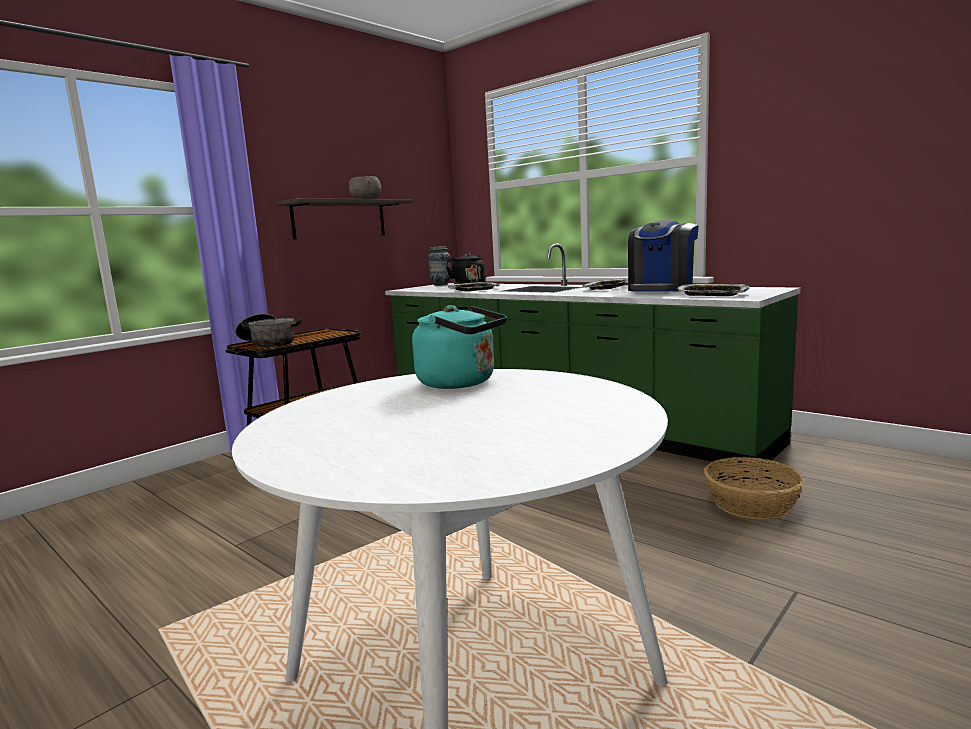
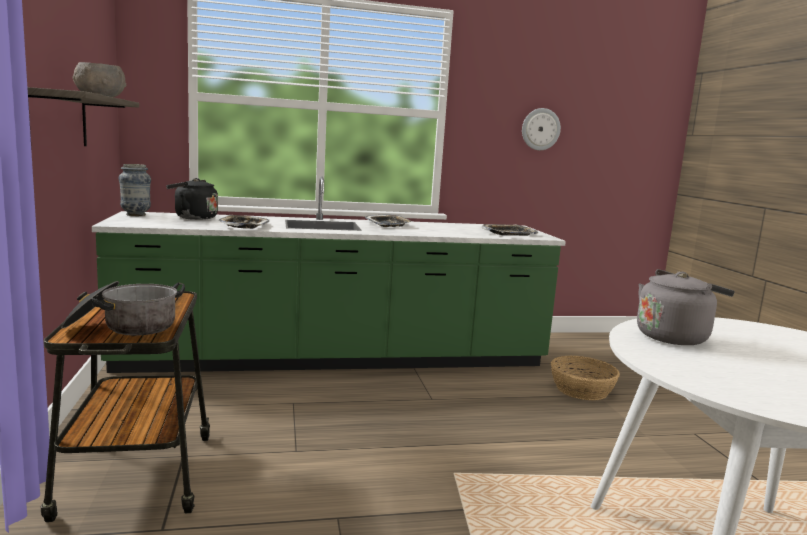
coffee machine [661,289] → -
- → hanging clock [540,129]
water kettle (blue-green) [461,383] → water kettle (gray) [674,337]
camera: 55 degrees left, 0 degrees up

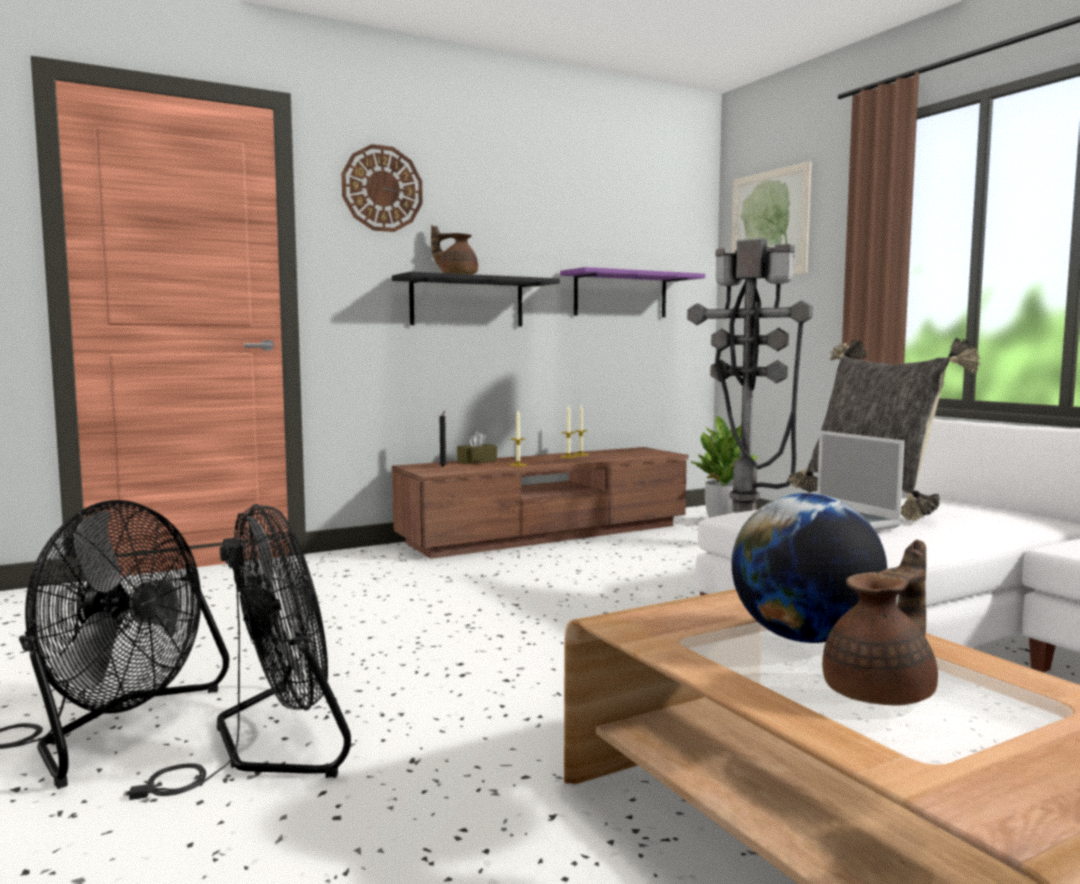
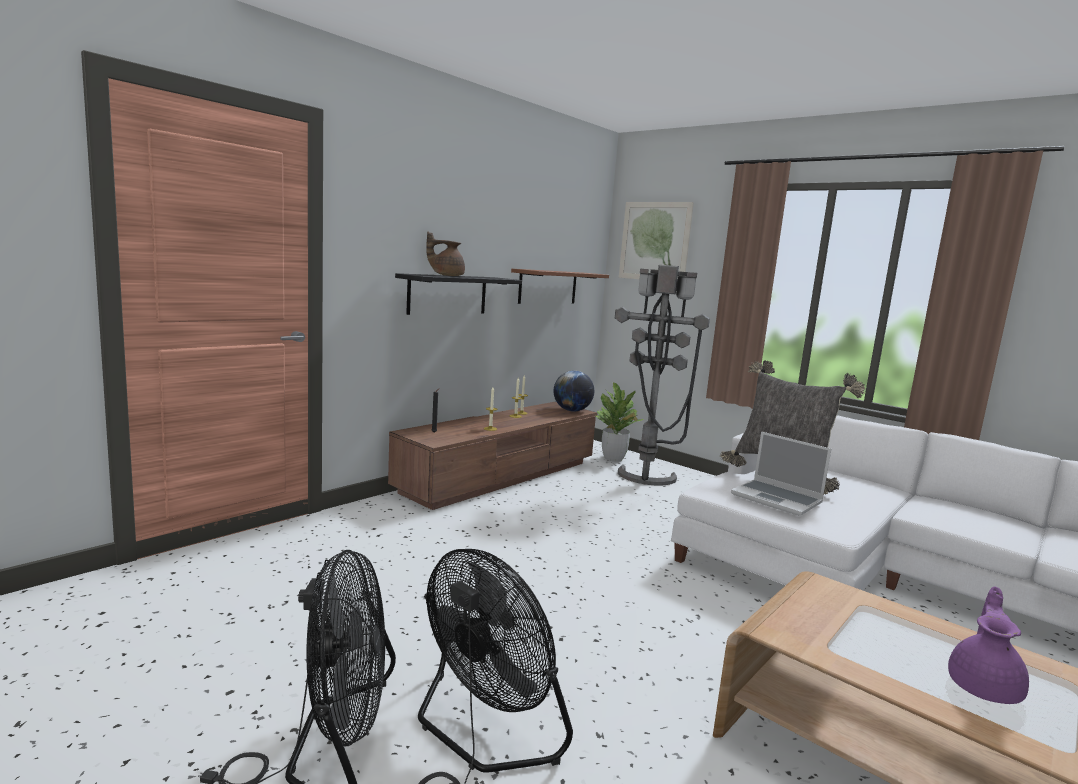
hanging clock [382,188] → -
box of tissues (brown-coloured) [477,461] → -
globe [805,638] → globe [572,410], moved
wall shelf (purple-coloured) [620,295] → wall shelf (brown-coloured) [548,287]
pot for tea (brown-coloured) [882,693] → pot for tea (purple-coloured) [984,687]
camera: 20 degrees left, 5 degrees up

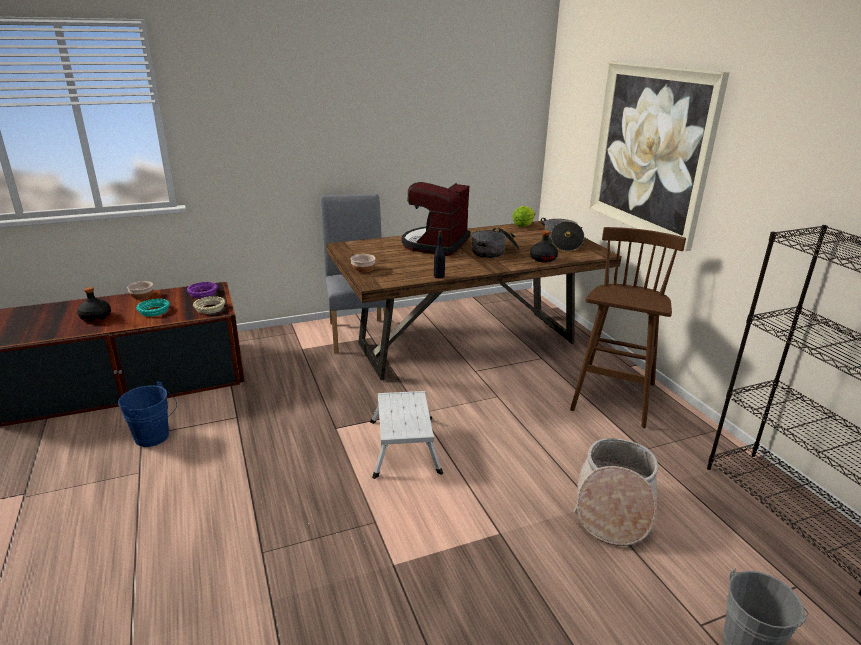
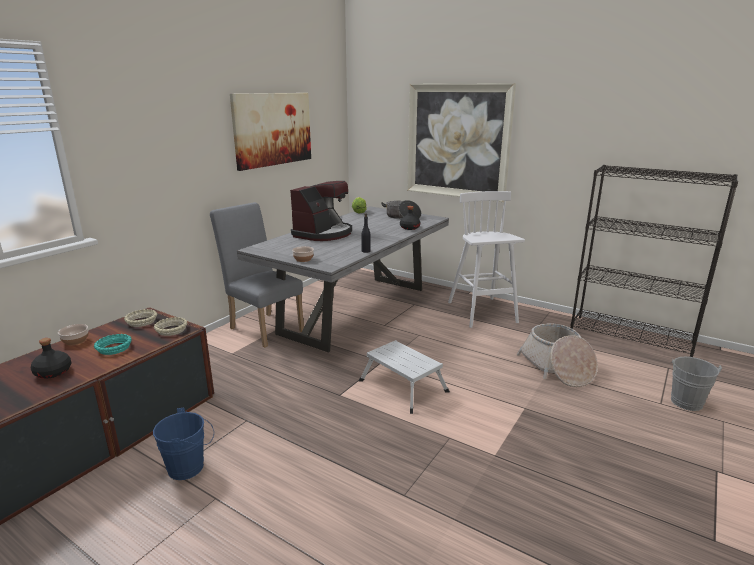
cooking pot [495,252] → -
- → wall art [273,129]
deep dish (purple-coloured) [203,293] → deep dish (beige) [141,321]
dining table (brown-coloured) [467,343] → dining table (gray) [356,310]
stool (brown-coloured) [613,398] → stool (whitish) [482,313]
coffee machine [435,244] → coffee machine [323,234], 135 degrees counterclockwise
camera: 35 degrees left, 5 degrees down

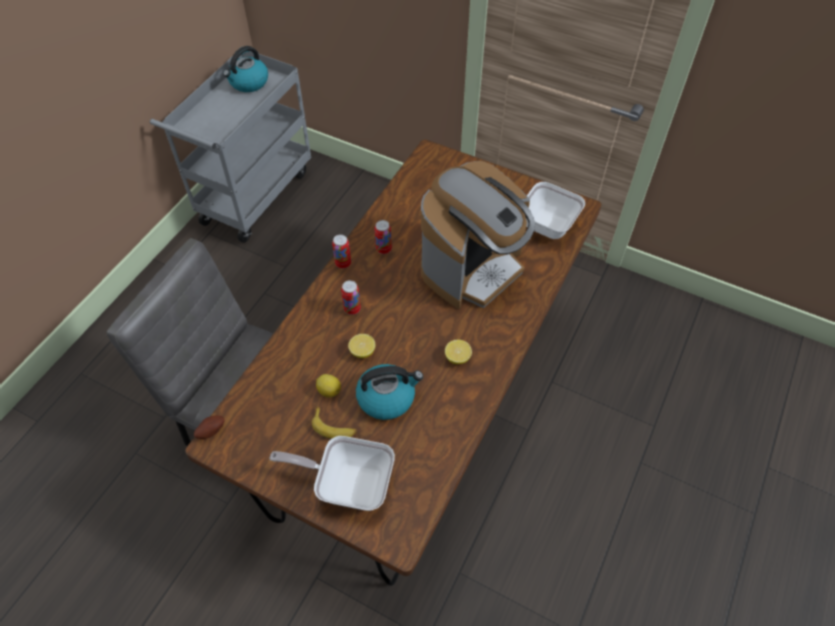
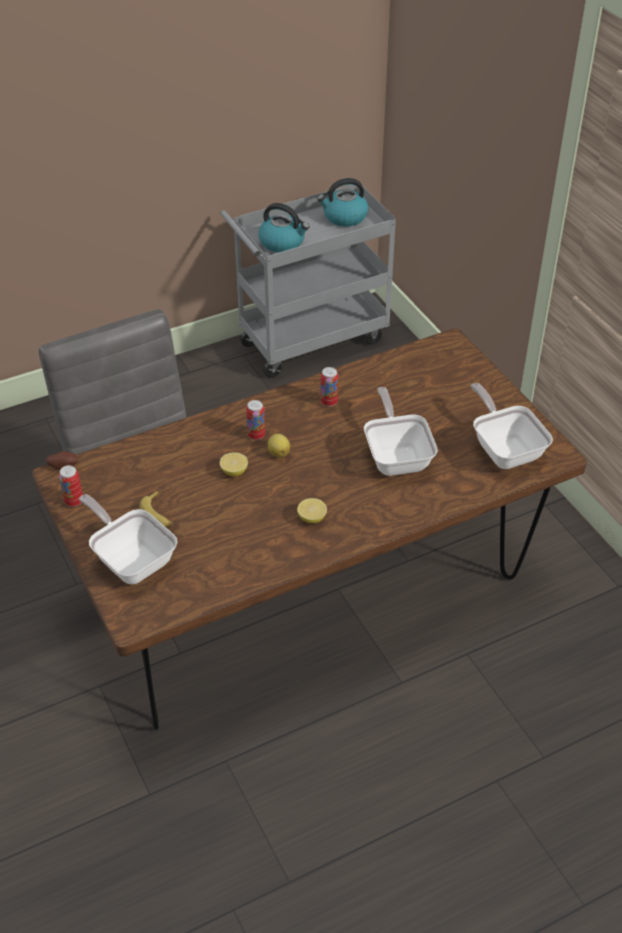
whole lemon [328,390] → whole lemon [279,453], moved
metal can [343,263] → metal can [74,501], moved
water kettle [387,397] → water kettle [282,242], moved
coffee machine [473,268] → skillet [397,456]
camera: 35 degrees right, 10 degrees down

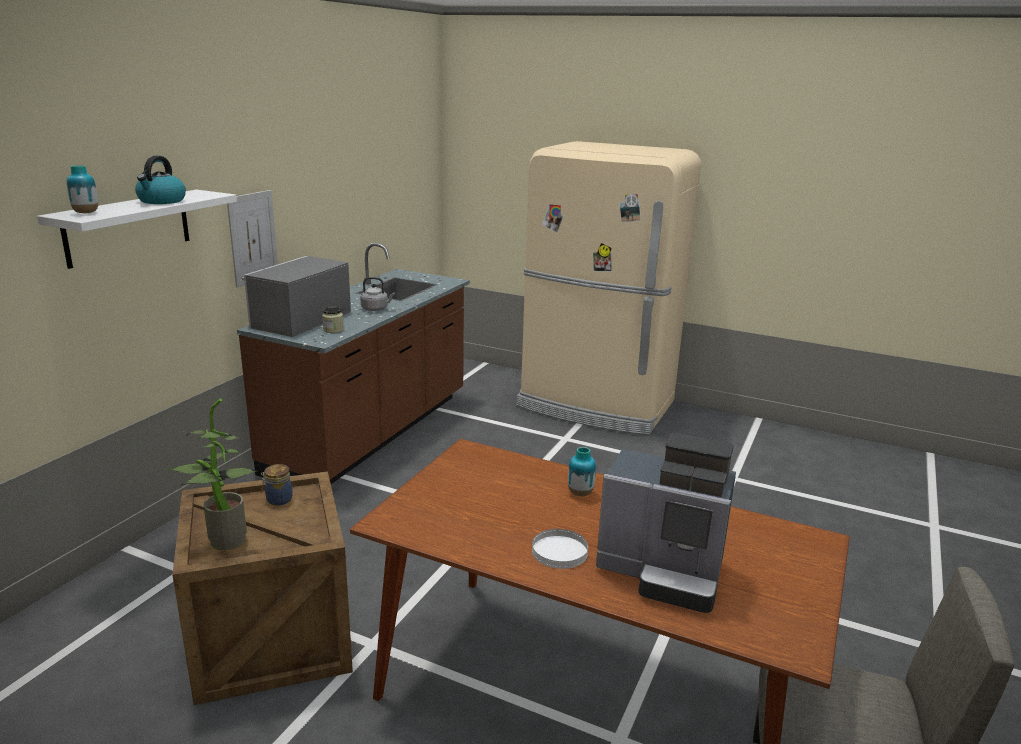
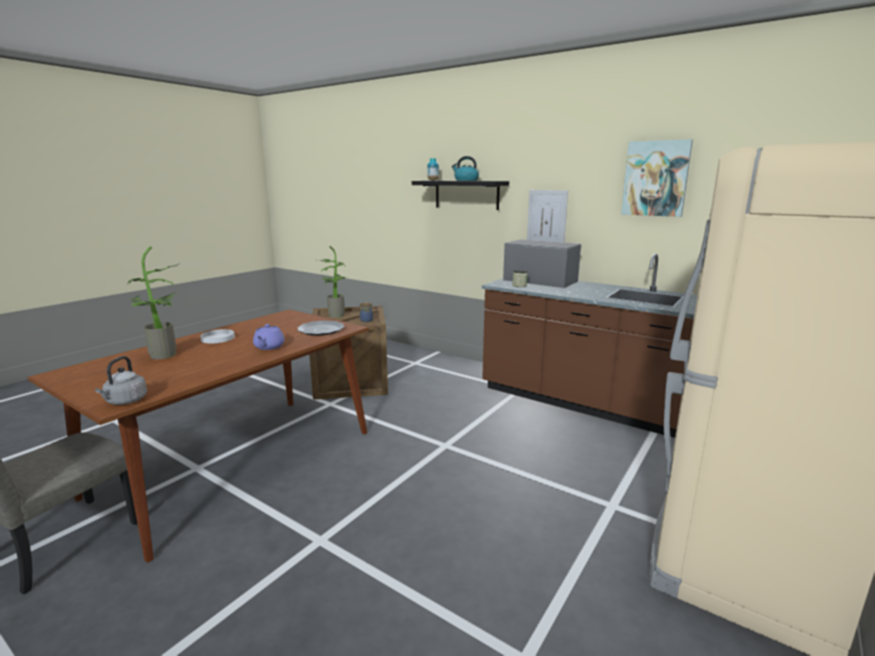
- → plate [321,330]
- → wall art [655,178]
water kettle (gray) [376,309] → water kettle (gray) [125,401], moved
vase [580,493] → pot for tea (purple-coloured) [269,347]
coffee machine [664,573] → houseplant [164,356]
wall shelf (whitish) [128,227] → wall shelf (black) [466,194]
camera: 100 degrees right, 5 degrees down

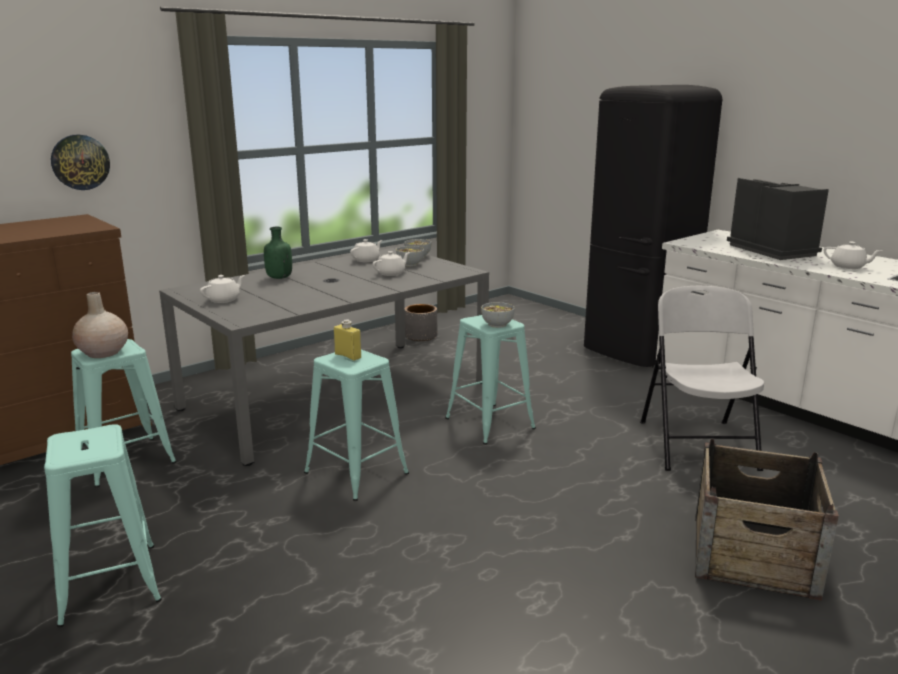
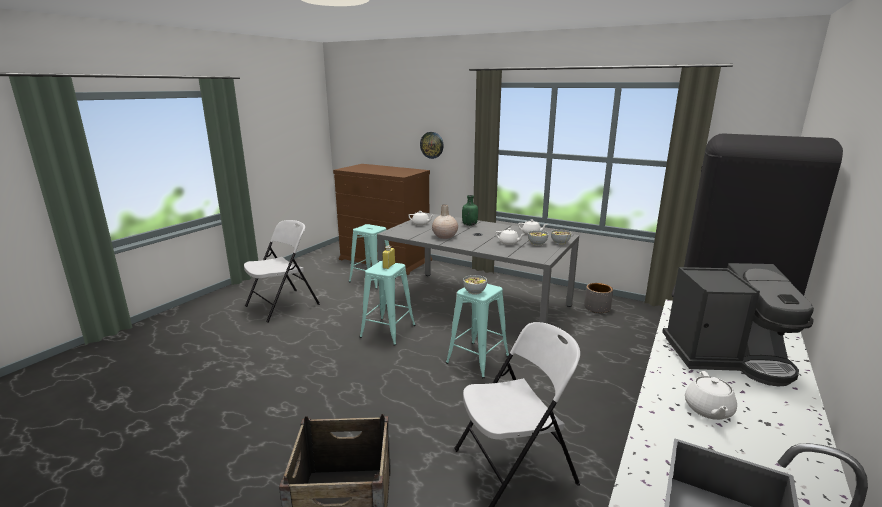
vase (beige) [103,353] → vase (beige) [444,236], moved
stool (blue-green) [109,583] → upright chair (whitish) [282,305]
coffee machine [772,250] → coffee machine [727,357], 45 degrees clockwise
camera: 70 degrees right, 0 degrees up

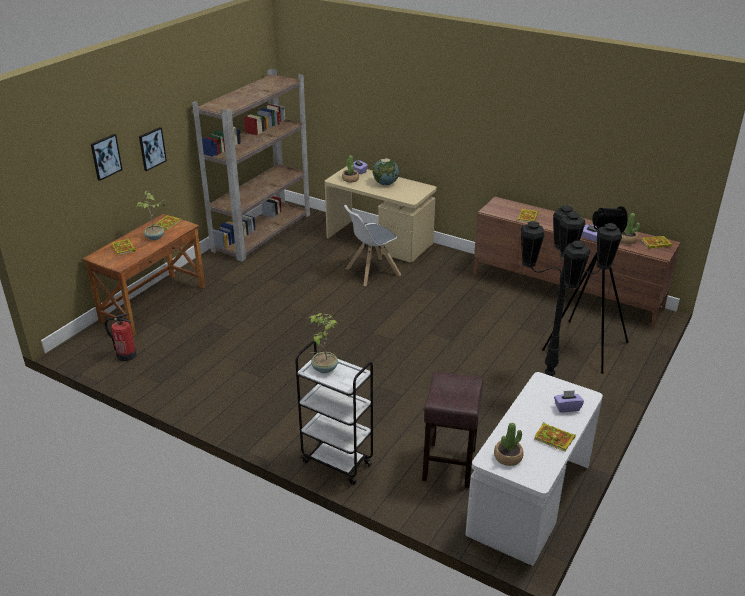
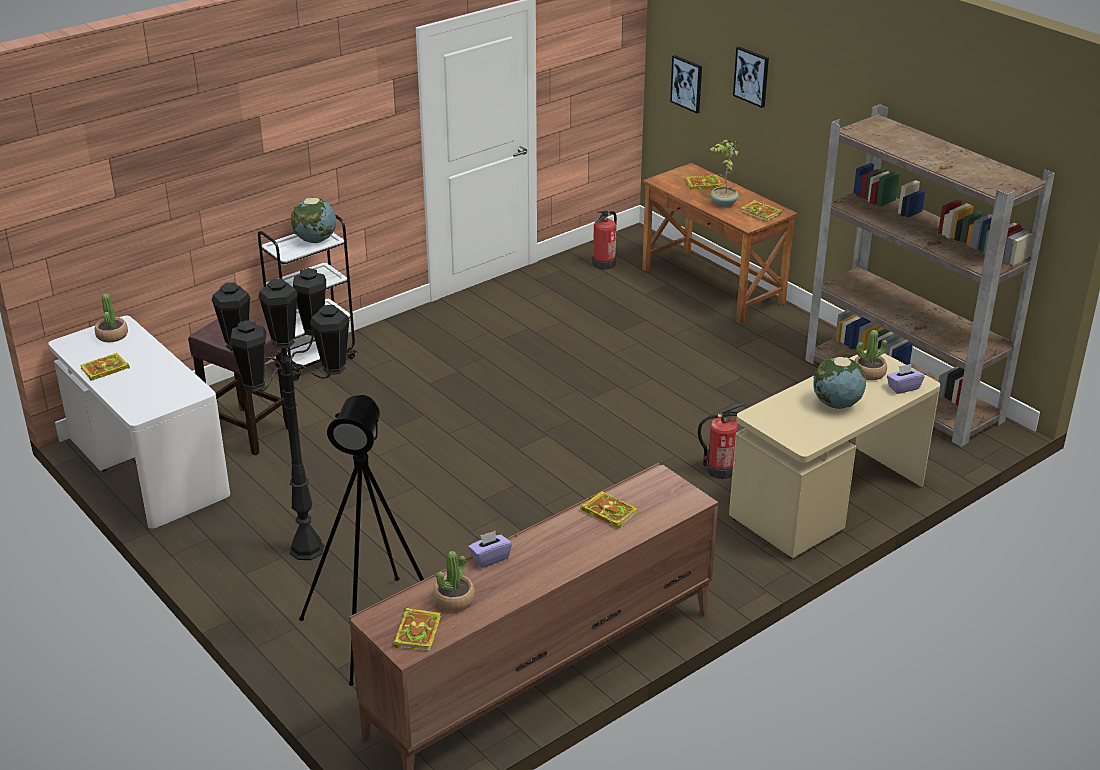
box of tissues (purple-coloured) [567,407] → -
wall art [152,148] → wall art [687,83], moved
houseplant [324,368] → globe [315,240]
upright chair [371,272] → extinguisher [720,470]
camera: 110 degrees right, 0 degrees up

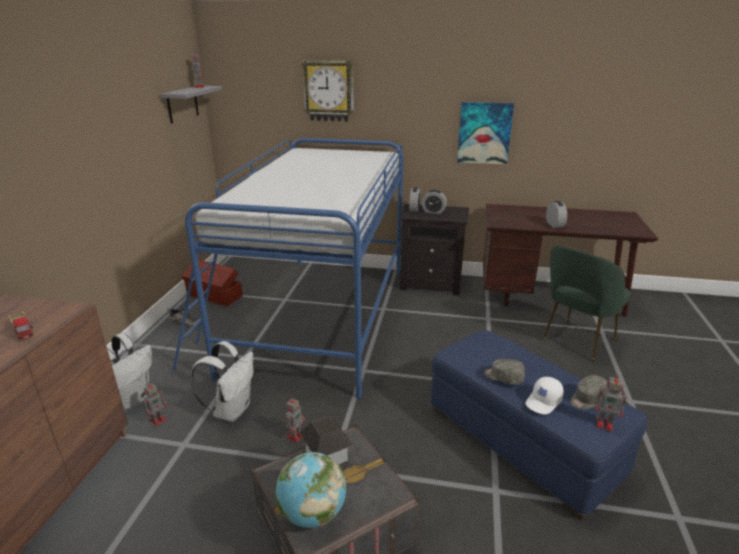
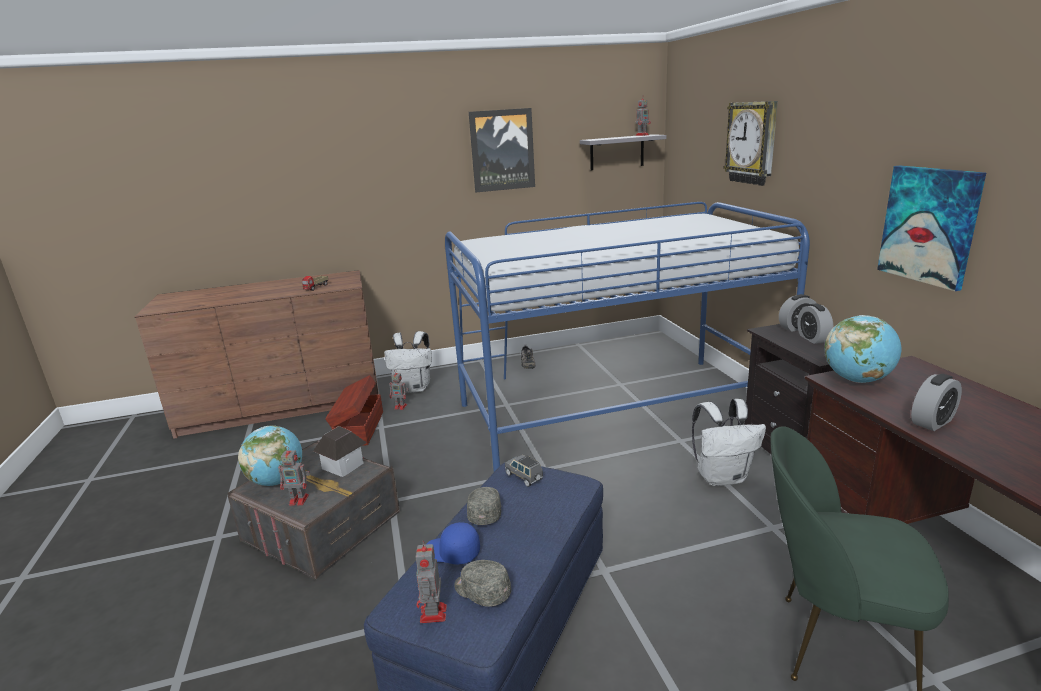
- → wall art [502,150]
- → model car (gray) [524,477]
- → globe [857,380]
storage bin (brown-coloured) [214,296] → storage bin (brown-coloured) [359,429], moved
rucksack (whitish) [232,410] → rucksack (whitish) [722,477], moved
robot figure [296,435] → robot figure [300,500], moved
baseball cap (whitish) [543,402] → baseball cap (blue) [452,553]
camera: 65 degrees right, 5 degrees down

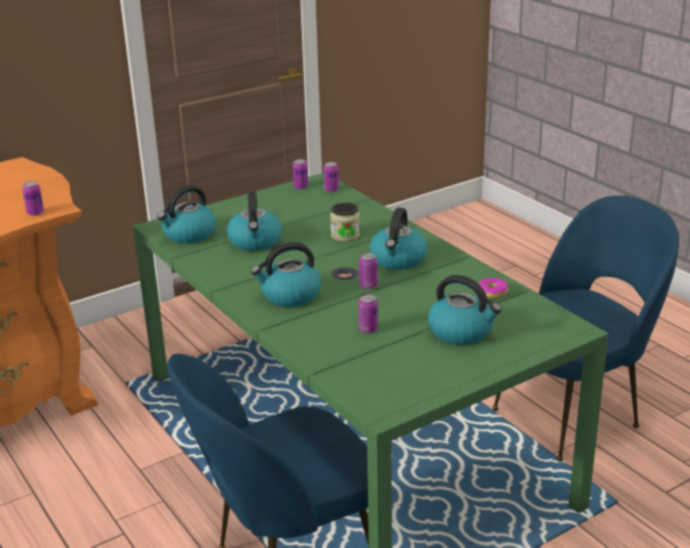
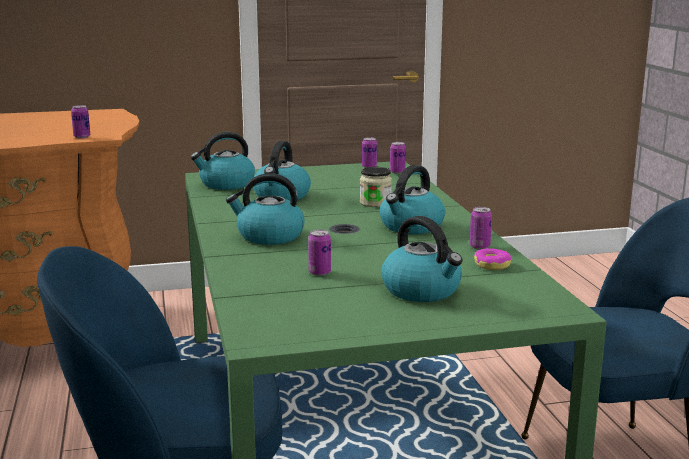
metal can [368,286] → metal can [479,246], moved
camera: 20 degrees right, 10 degrees down

